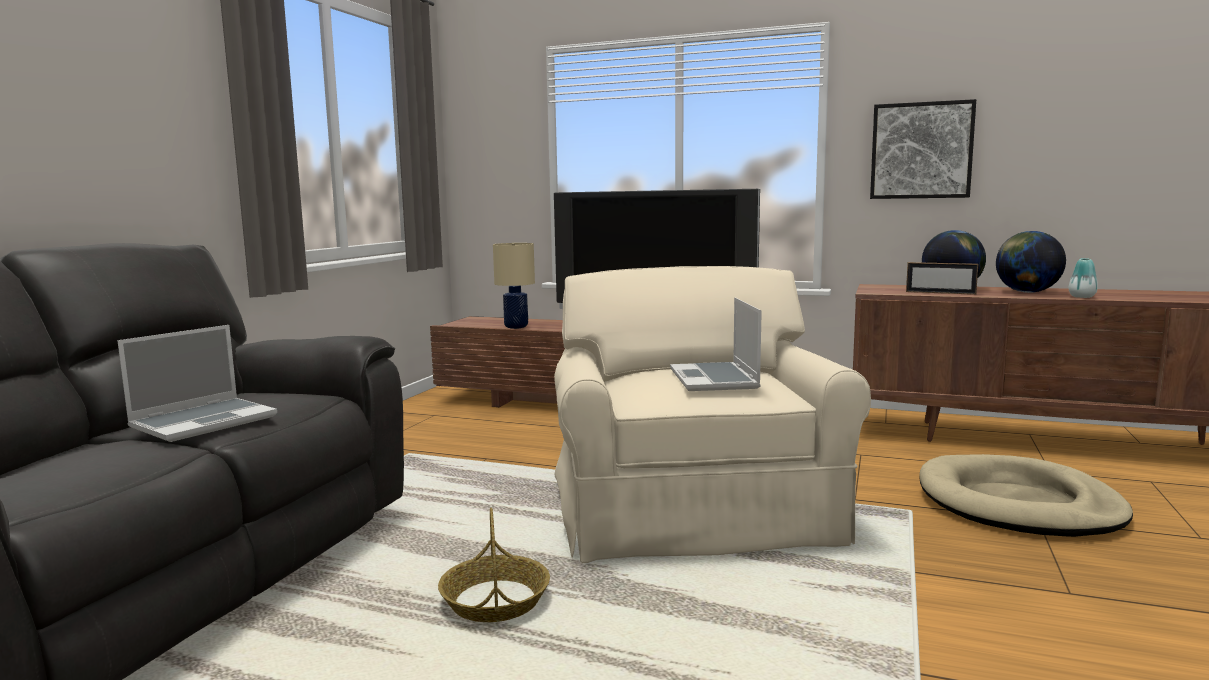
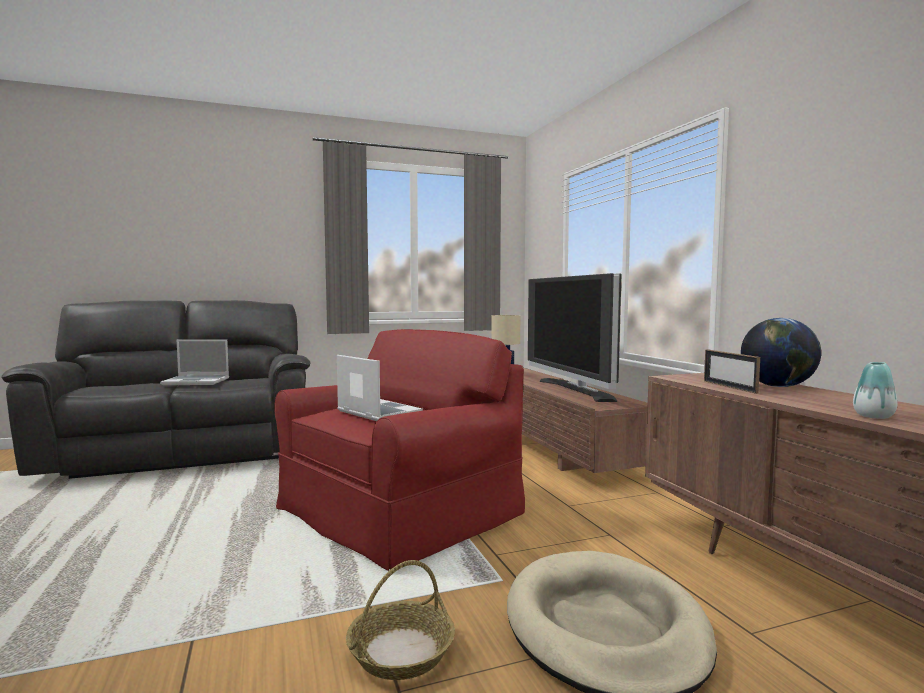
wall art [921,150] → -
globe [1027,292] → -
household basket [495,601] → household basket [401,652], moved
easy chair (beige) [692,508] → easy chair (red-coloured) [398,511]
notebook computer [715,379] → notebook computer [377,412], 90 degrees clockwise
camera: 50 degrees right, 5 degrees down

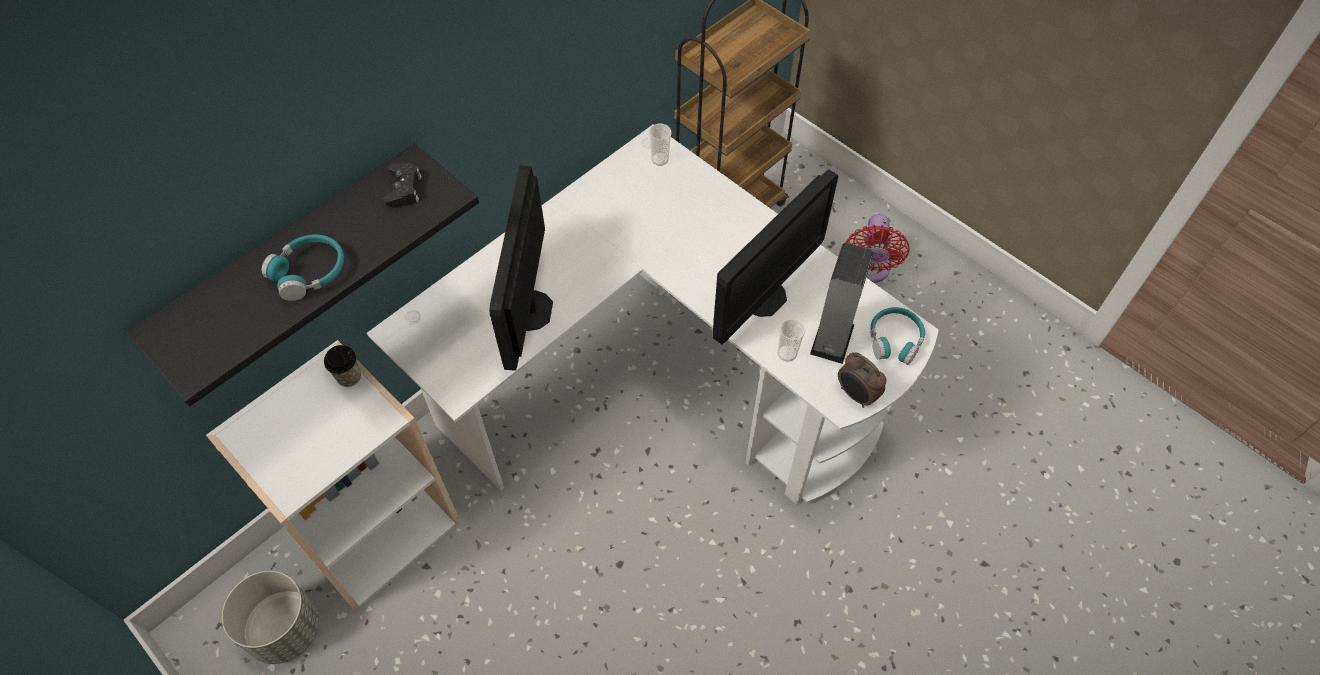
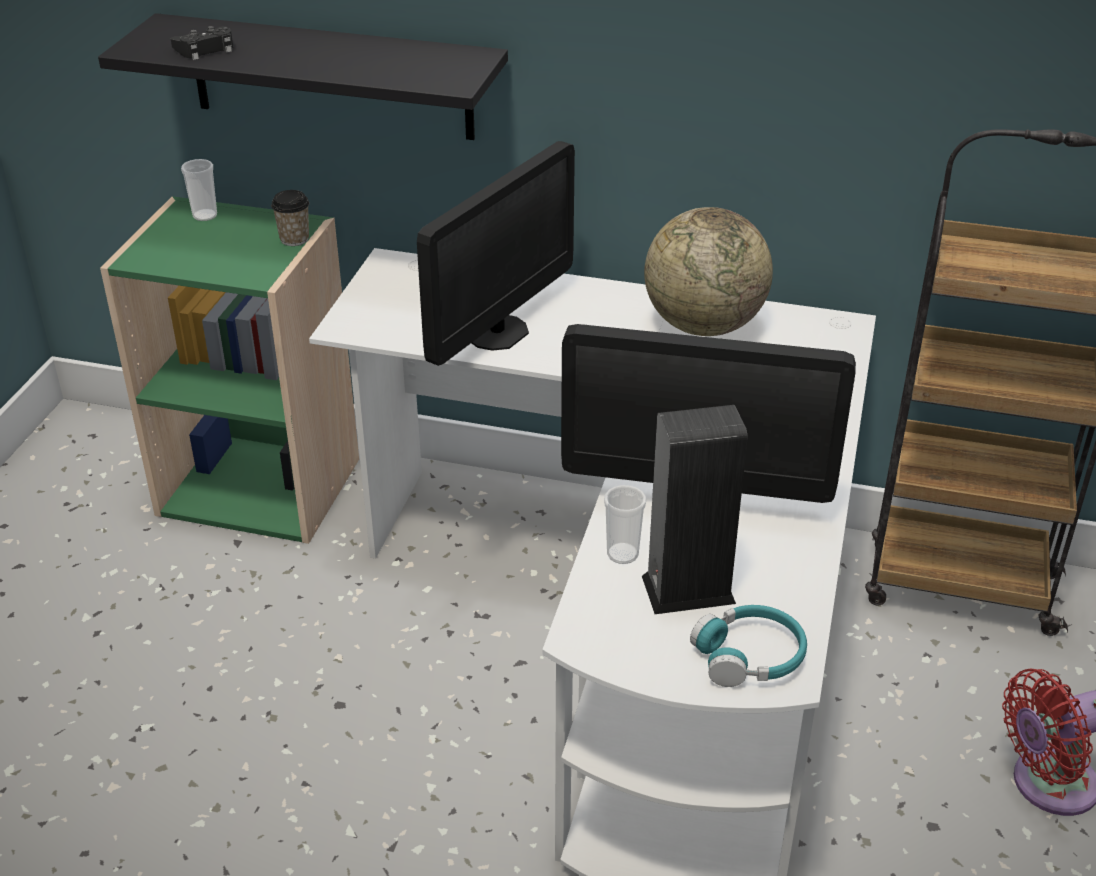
flower pot (gray) [285,629] → -
headphones (blue-green) [309,272] → -
bedside clock [856,395] → -
- → globe [703,325]
gamepad (black) [404,189] → gamepad (black) [206,49], moved
cup [660,159] → cup [205,215], moved
bookcase (whitish) [377,526] → bookcase (green-coloured) [262,486]
computer display [531,310] → computer display [497,332], 150 degrees clockwise
camera: 60 degrees right, 20 degrees down

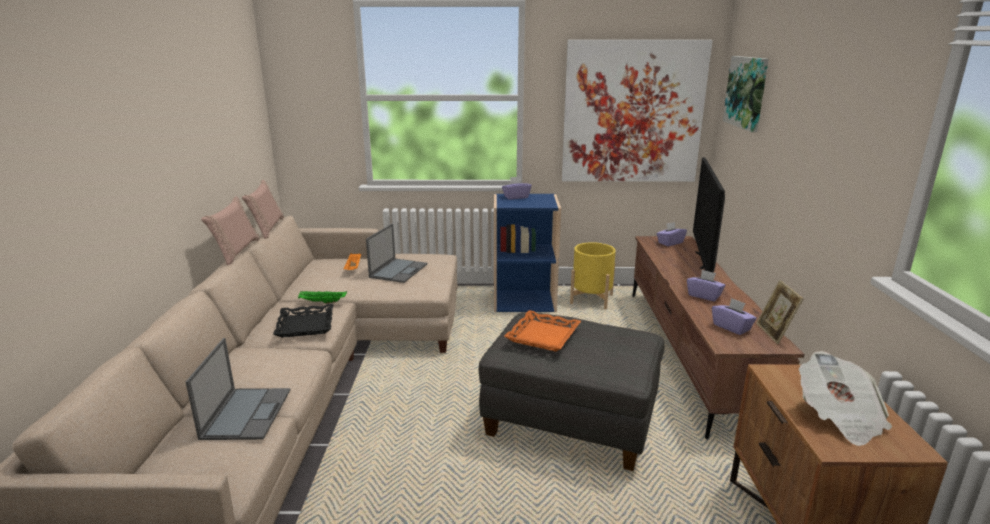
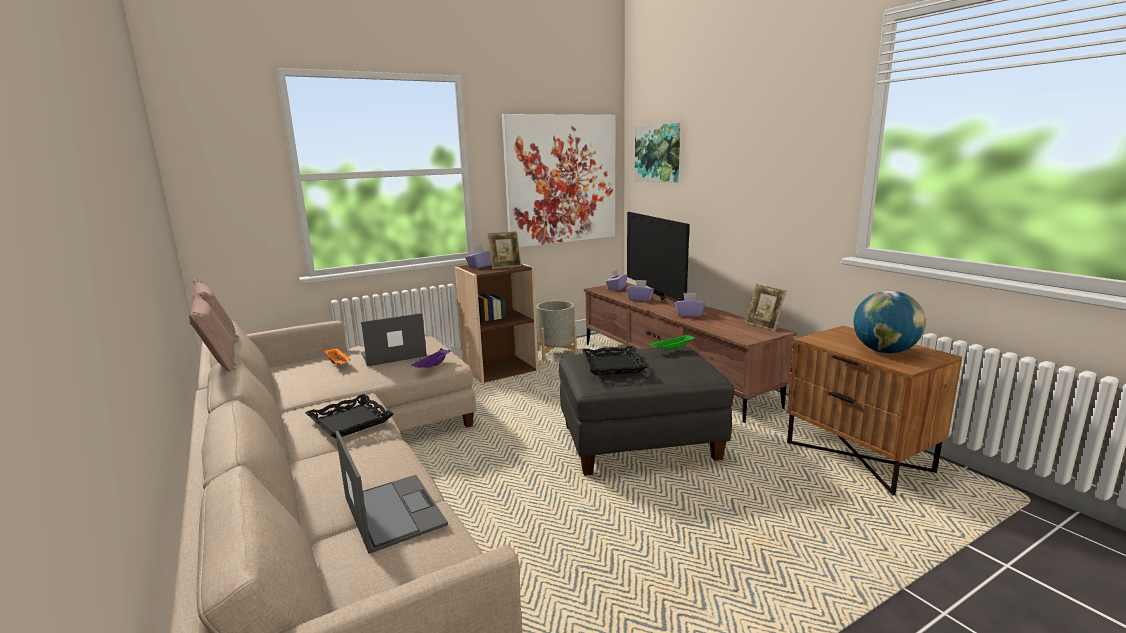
- → serving tray (purple-coloured) [432,366]
- → picture frame [505,266]
serving tray (green-coloured) [322,302] → serving tray (green-coloured) [671,350], moved
box of tissues (purple-coloured) [731,327] → box of tissues (purple-coloured) [640,299], moved
printed paper [839,417] → globe [884,351]
bookcase (blue) [525,301] → bookcase (brown-coloured) [500,369]
serving tray (orangey) [543,336] → serving tray (black) [613,365]
flower pot (yellowish) [591,300] → flower pot (gray) [556,355]
notebook computer [399,270] → notebook computer [392,355], 105 degrees counterclockwise
camera: 30 degrees left, 5 degrees down

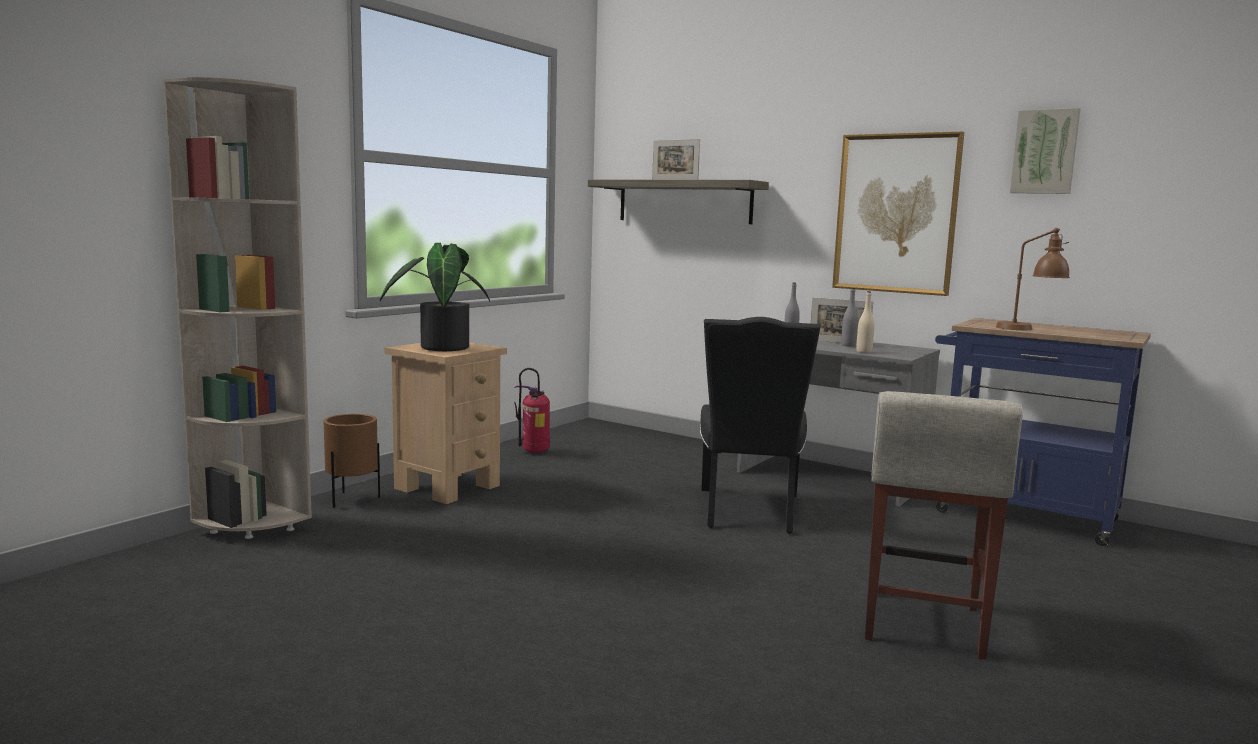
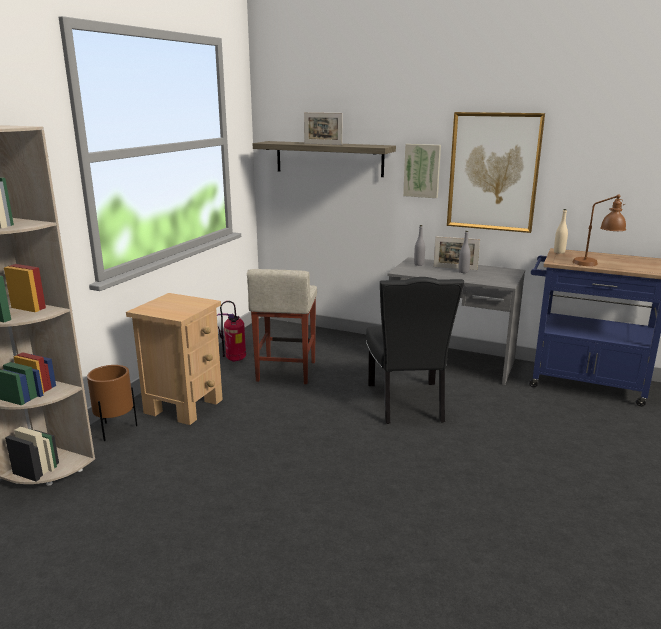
houseplant [440,347] → -
drink bottle (beige) [864,352] → drink bottle (beige) [559,252], moved
stool (beige) [922,624] → stool (beige) [286,371], moved
wall art [1045,152] → wall art [422,170], moved
camera: 10 degrees left, 10 degrees up

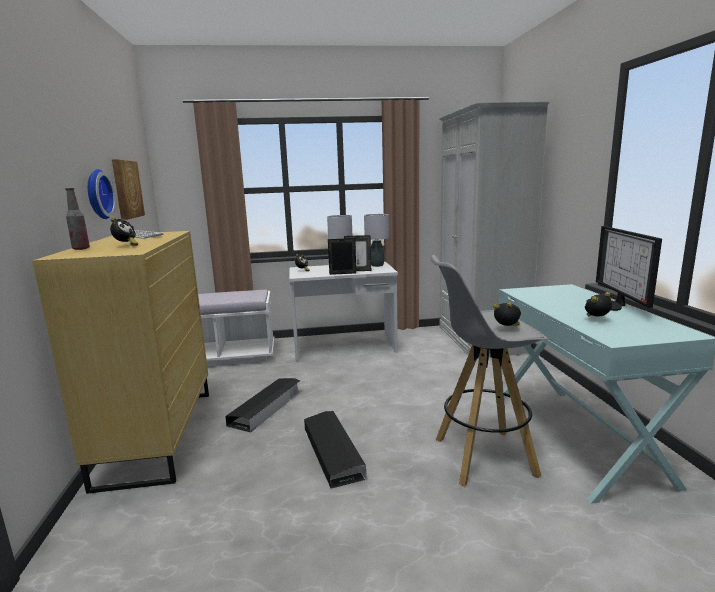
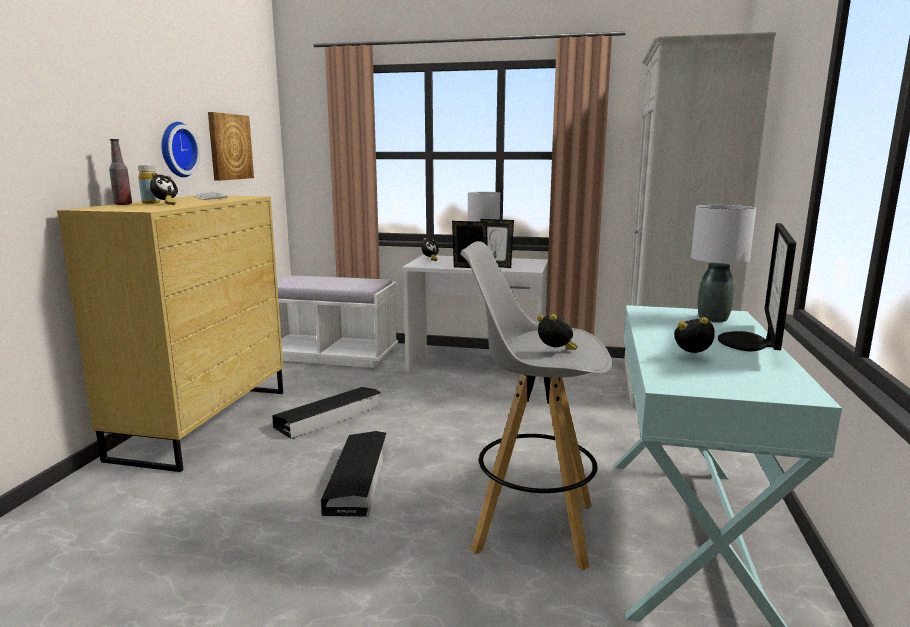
- → drink bottle (yellowish) [151,203]
table lamp (gray) [377,265] → table lamp (gray) [712,319], moved
camera: 20 degrees right, 0 degrees up

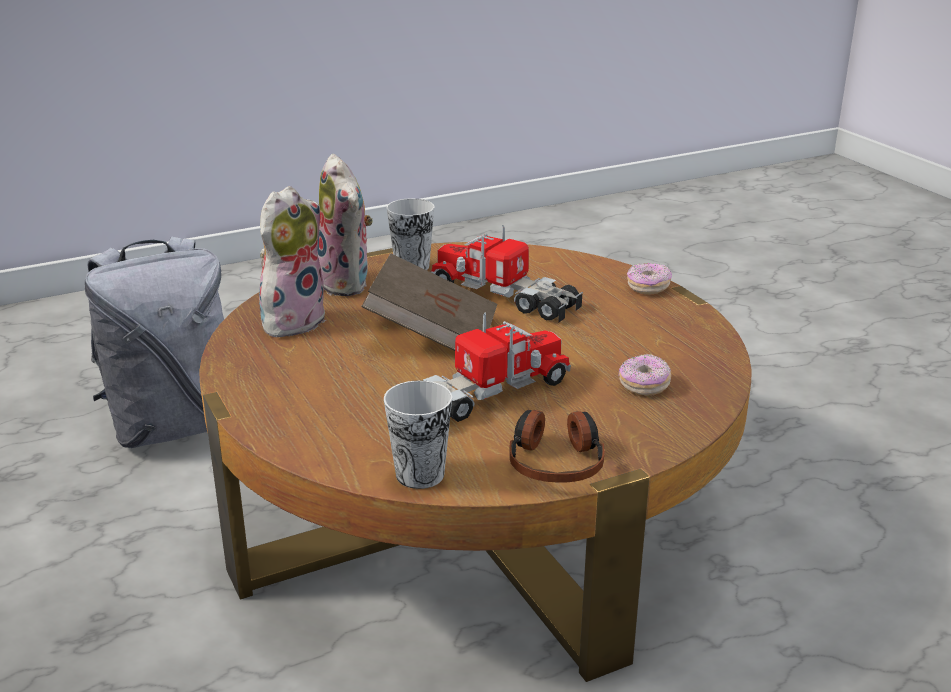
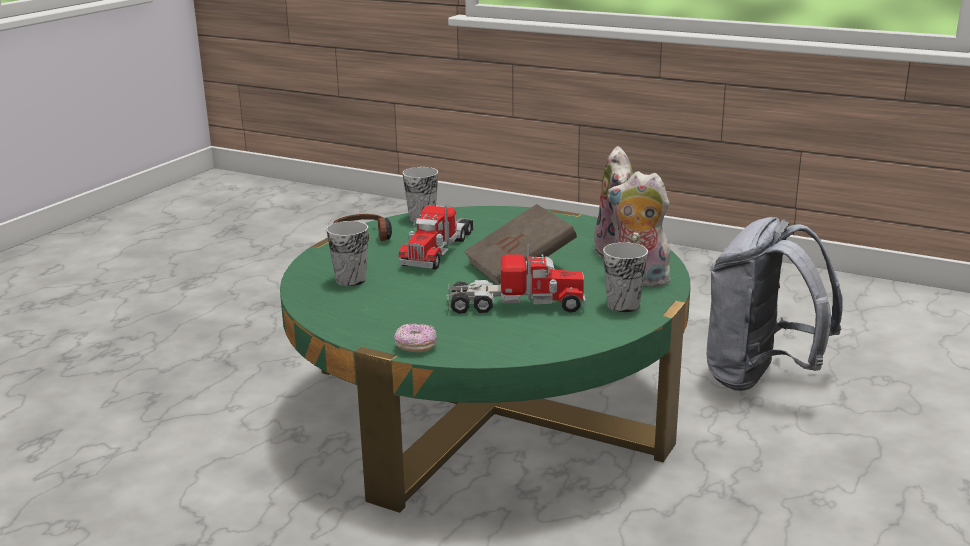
ring doughnut [643,385] → cup [350,280]
low table (brown-coloured) [475,512] → low table (green-coloured) [487,406]
camera: 145 degrees right, 5 degrees down

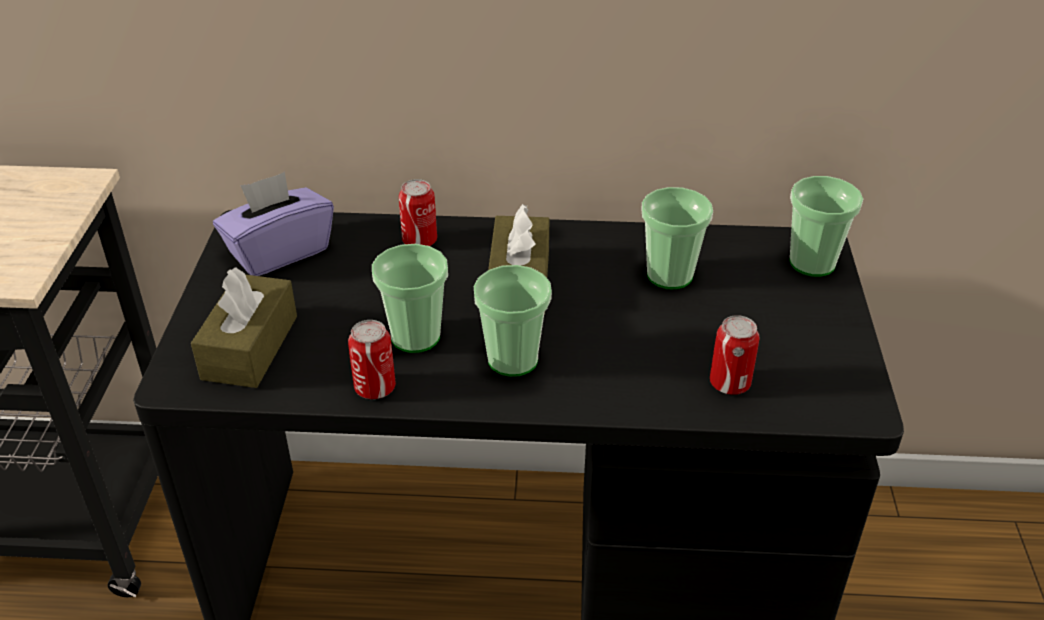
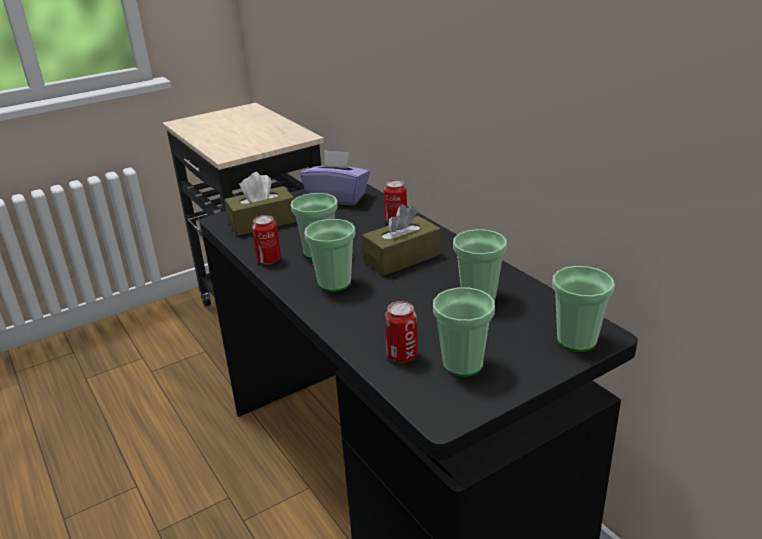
- → cup [463,364]
camera: 55 degrees right, 10 degrees down

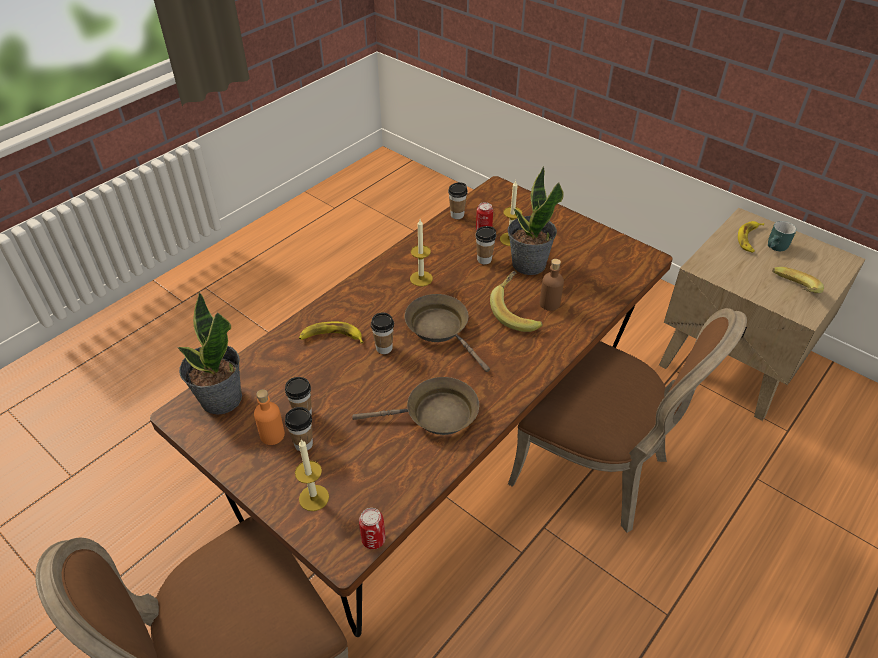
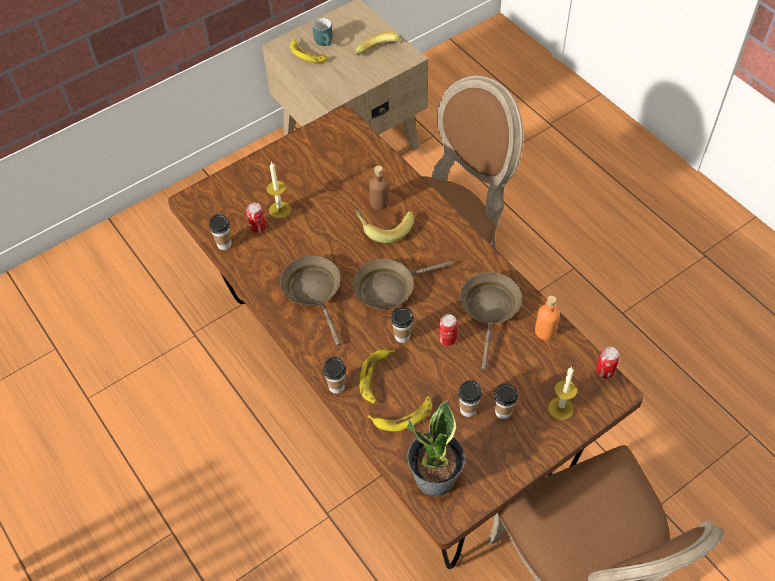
houseplant [528,264] → -
- → banana fruit [403,416]
- → metal can [447,339]
drink bottle (orangey) [272,435] → drink bottle (orangey) [545,331], moved
cup [484,259] → cup [336,386], moved
candle [421,278] → skillet (brown-coloured) [314,292]
camera: 75 degrees left, 10 degrees up

